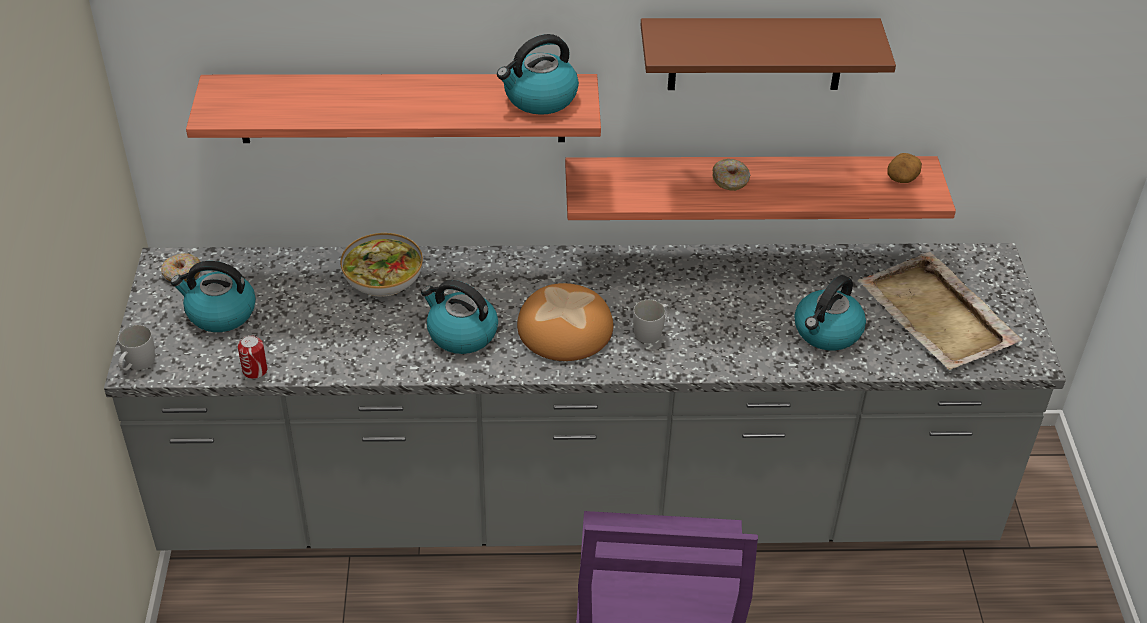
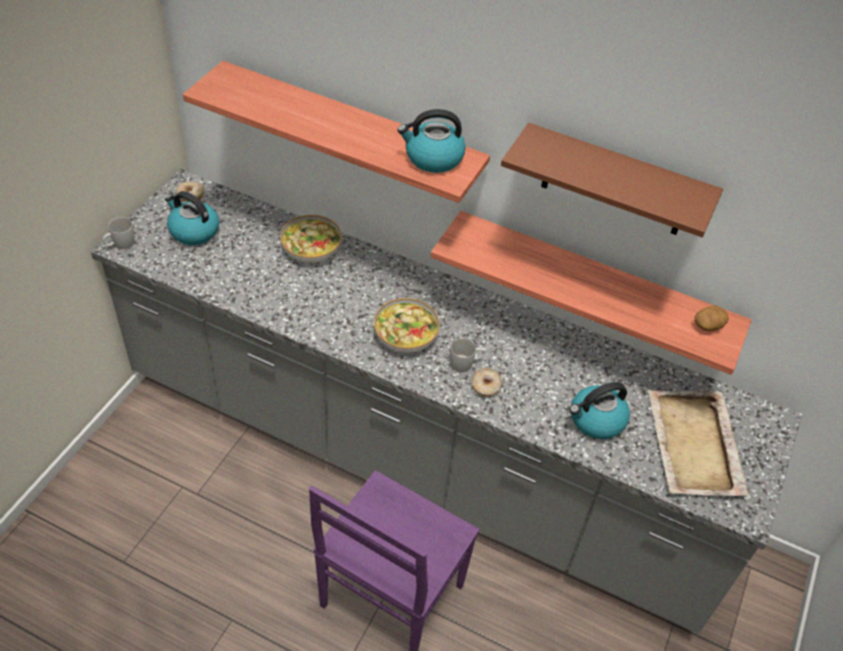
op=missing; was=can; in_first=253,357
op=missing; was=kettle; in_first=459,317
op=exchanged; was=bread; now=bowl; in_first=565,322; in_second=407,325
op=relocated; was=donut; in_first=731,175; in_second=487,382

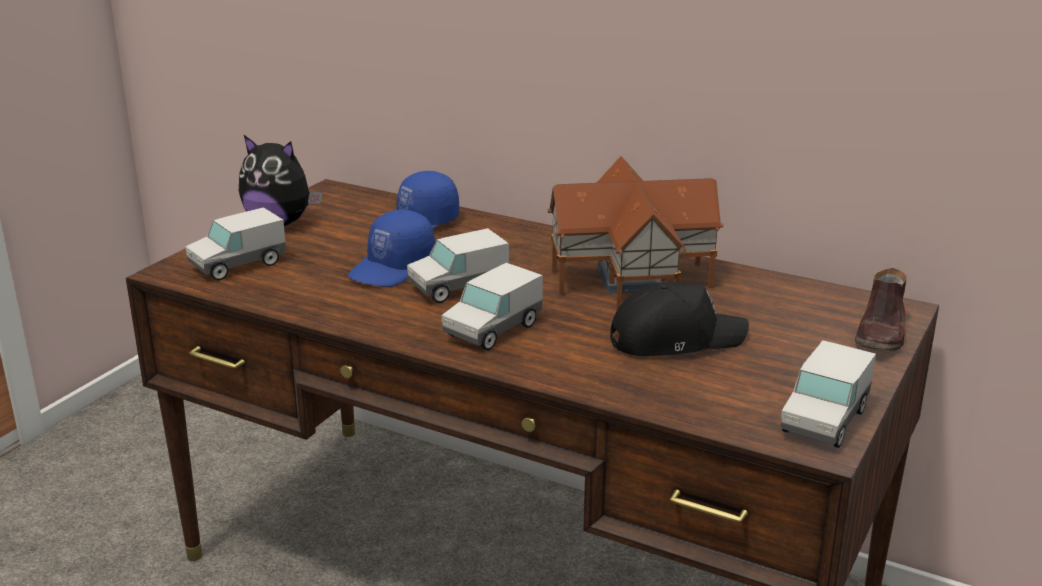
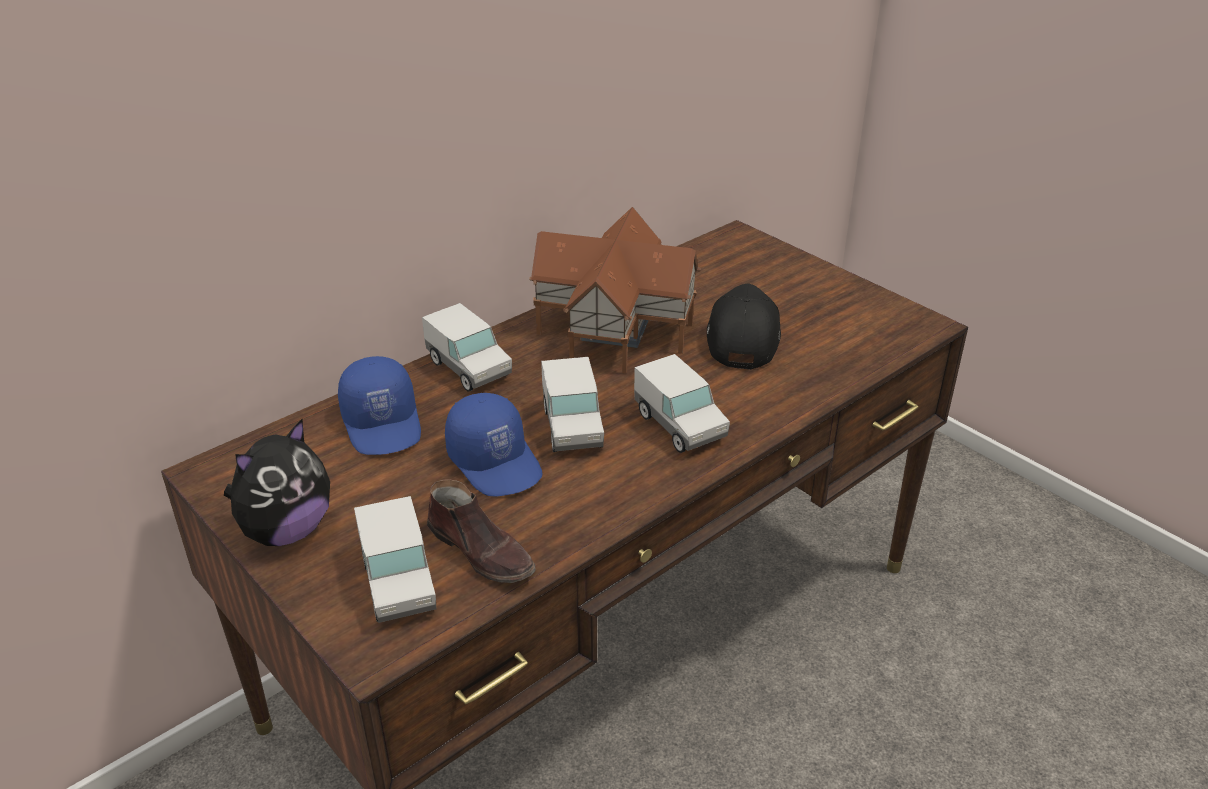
op=relocated; was=toy truck; in_first=828,394; in_second=467,347
op=relocated; was=shoe in brown; in_first=881,309; in_second=481,531

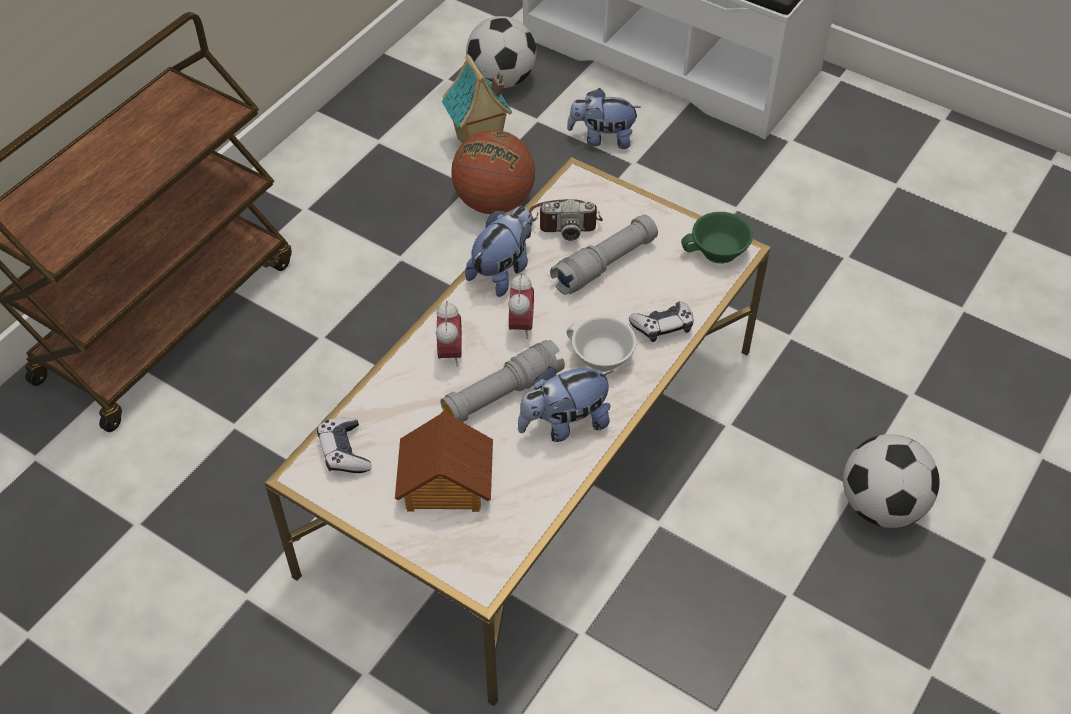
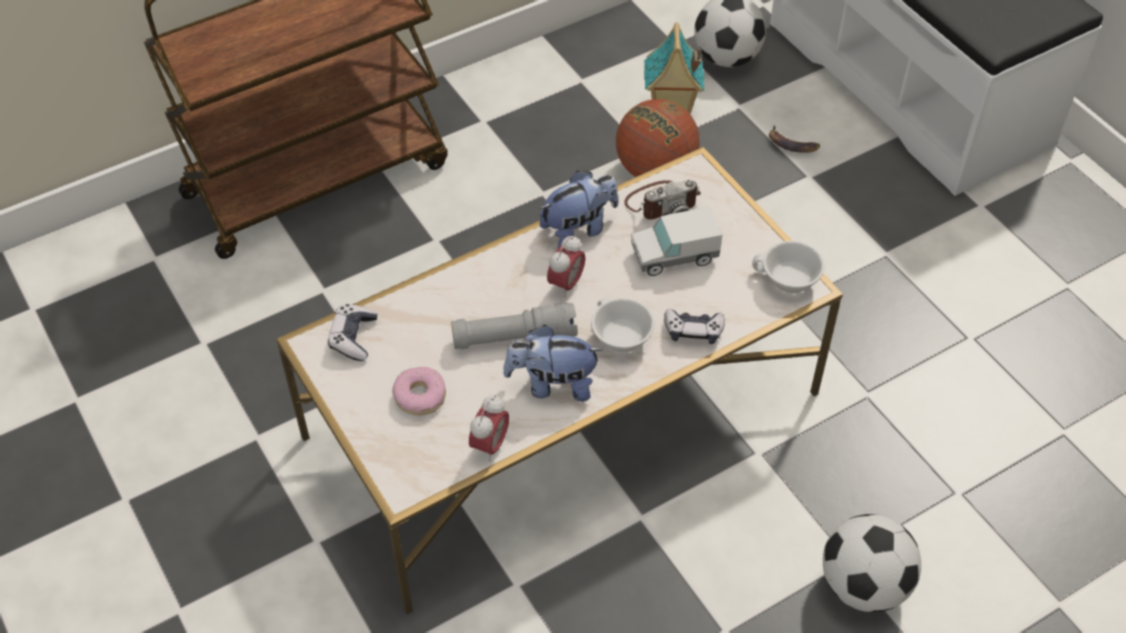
op=exchanged; was=toy house; now=donut; in_first=444,461; in_second=419,391
op=relocated; was=alarm clock; in_first=449,334; in_second=489,428
op=spun; was=photo camera; in_first=566,220; in_second=662,199; clockwise=-45
op=exchanged; was=flashlight in grey; now=toy truck; in_first=604,254; in_second=676,241
op=exchanged; was=plush toy; now=banana; in_first=604,118; in_second=794,139
op=colour; was=cup in green; now=cup in white; in_first=717,238; in_second=788,267

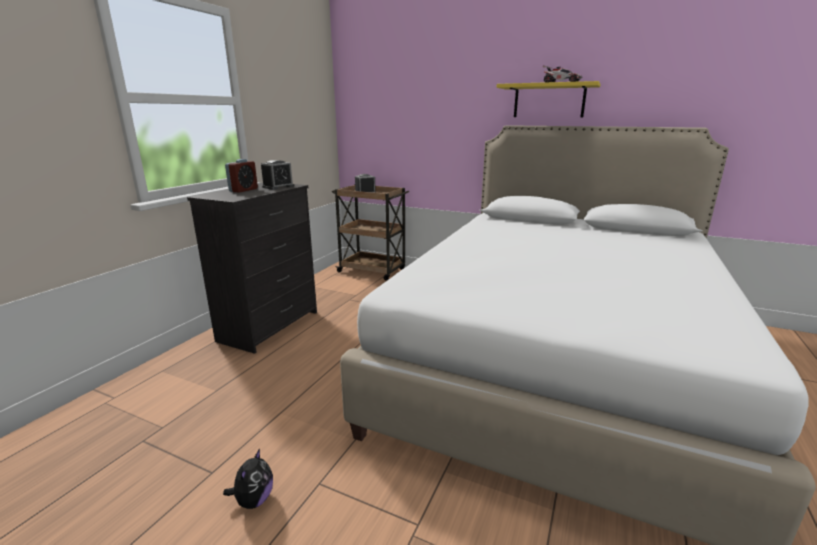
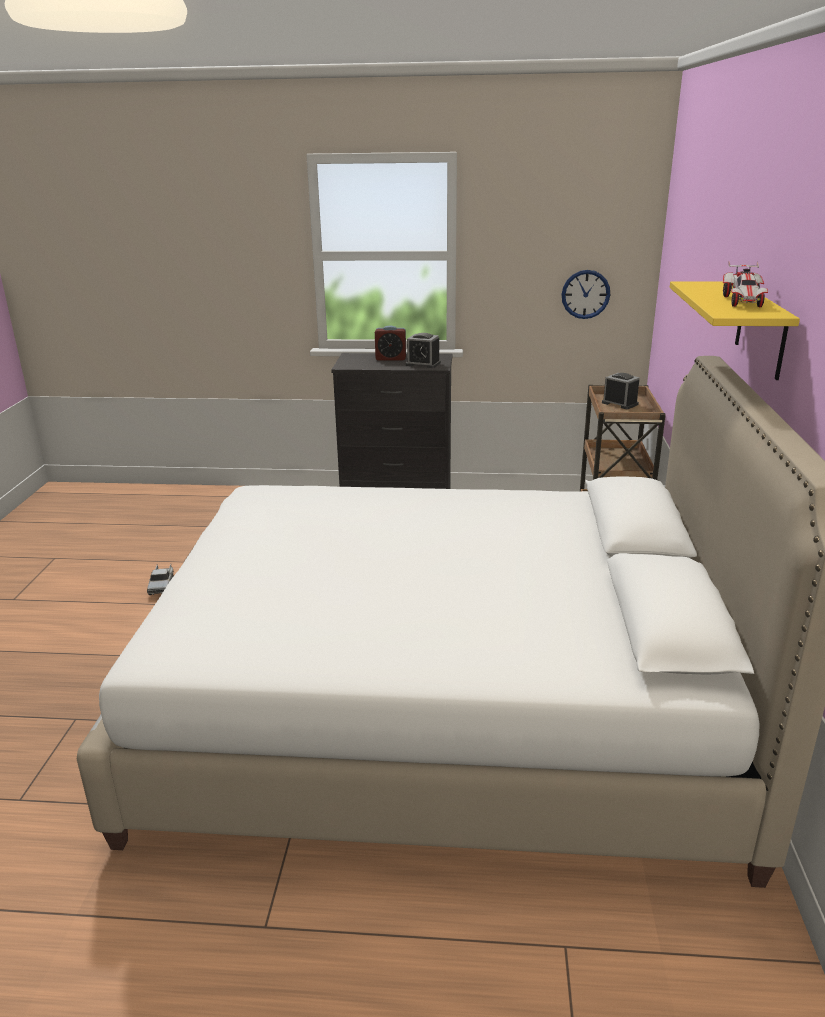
op=exchanged; was=plush toy; now=toy truck; in_first=248,478; in_second=160,579
op=appeared; now=wall clock; in_second=585,294

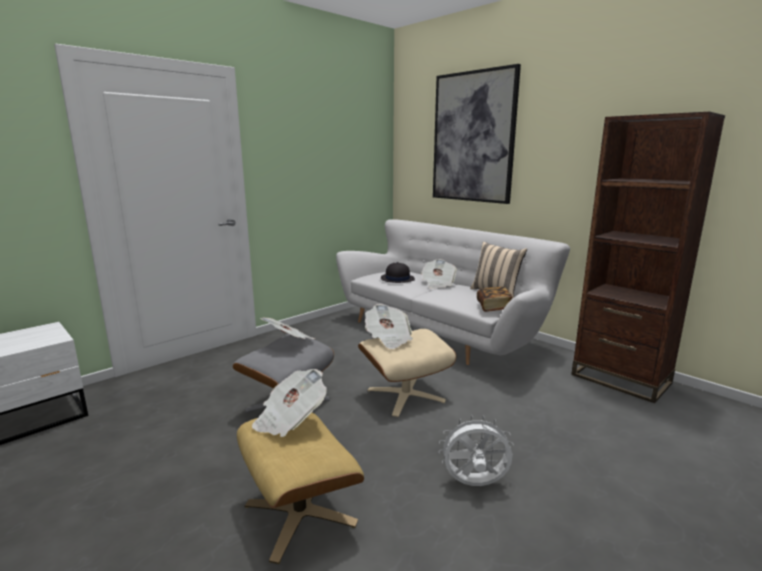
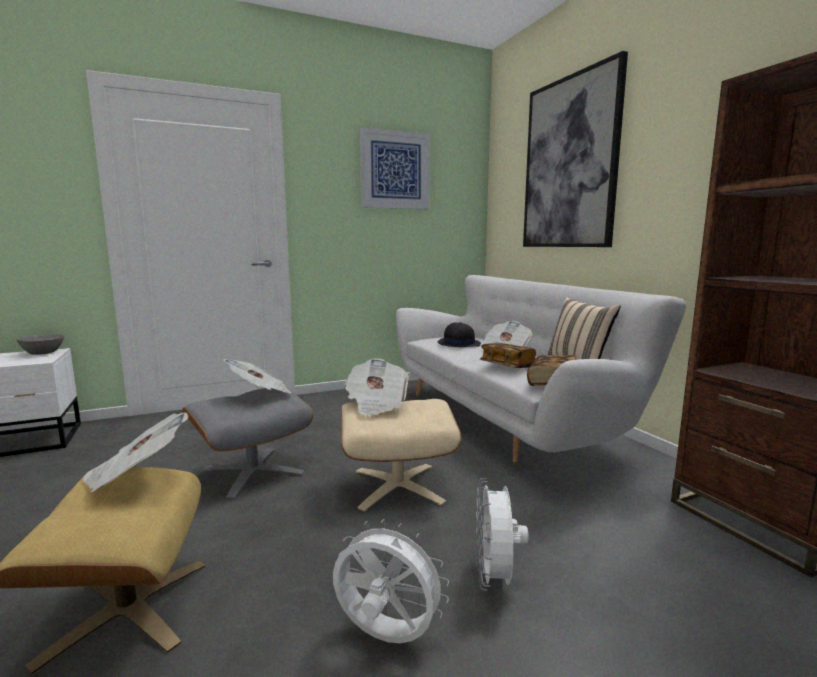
op=appeared; now=bowl in grey; in_second=40,344
op=appeared; now=picture; in_second=395,168
op=appeared; now=fan in white; in_second=502,534
op=appeared; now=book; in_second=508,355

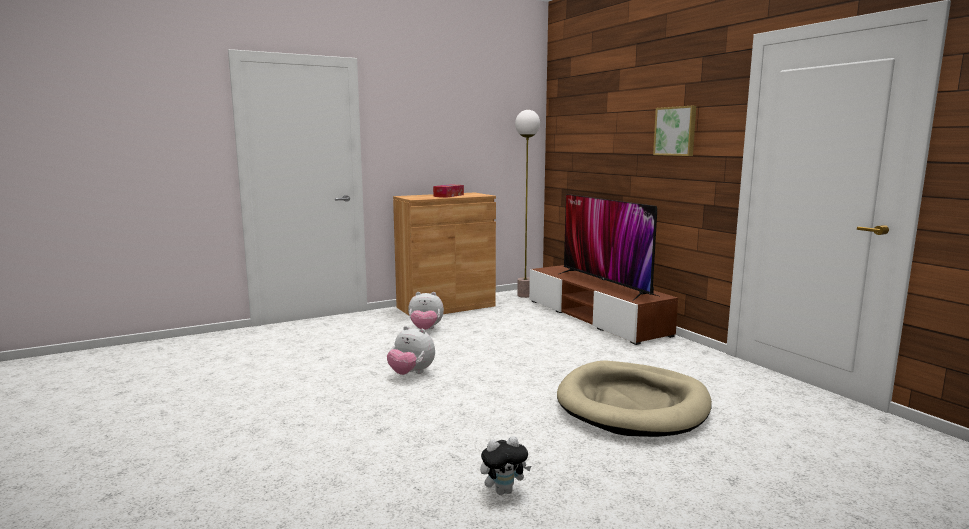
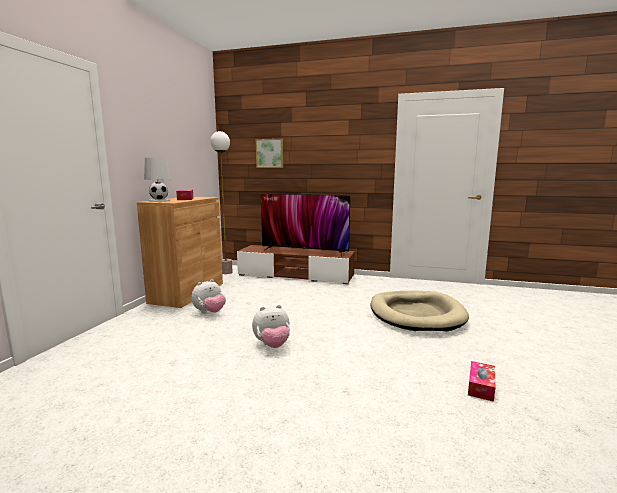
op=exchanged; was=plush toy; now=tissue box; in_first=505,465; in_second=481,381
op=relocated; was=picture; in_first=674,131; in_second=269,153
op=appeared; now=table lamp in white; in_second=157,180

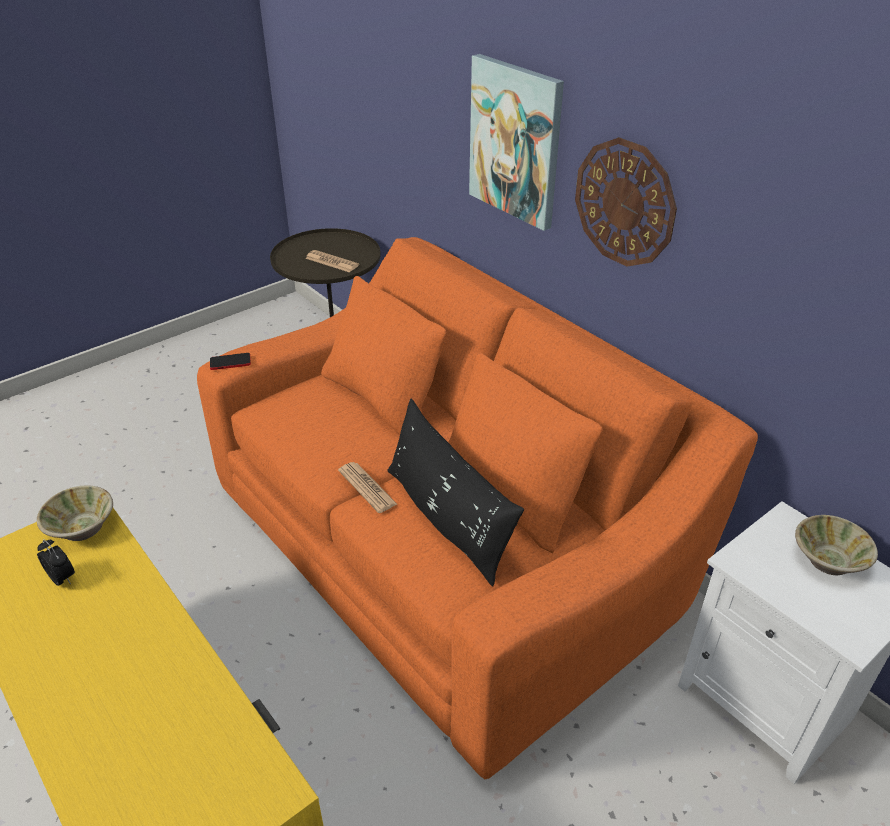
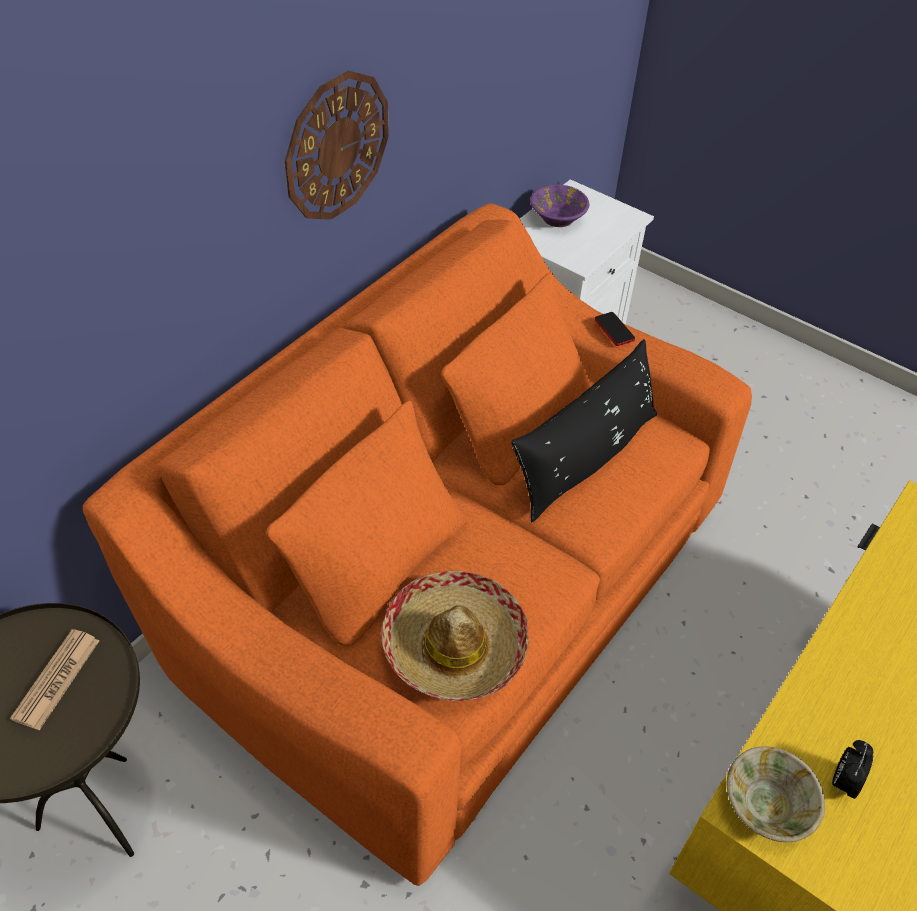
op=relocated; was=phone; in_first=230,361; in_second=614,329
op=missing; was=newspaper; in_first=367,487
op=missing; was=picture; in_first=516,142
op=colour; was=bowl in beige; now=bowl in purple; in_first=836,545; in_second=559,206
op=appeared; now=hat; in_second=455,636

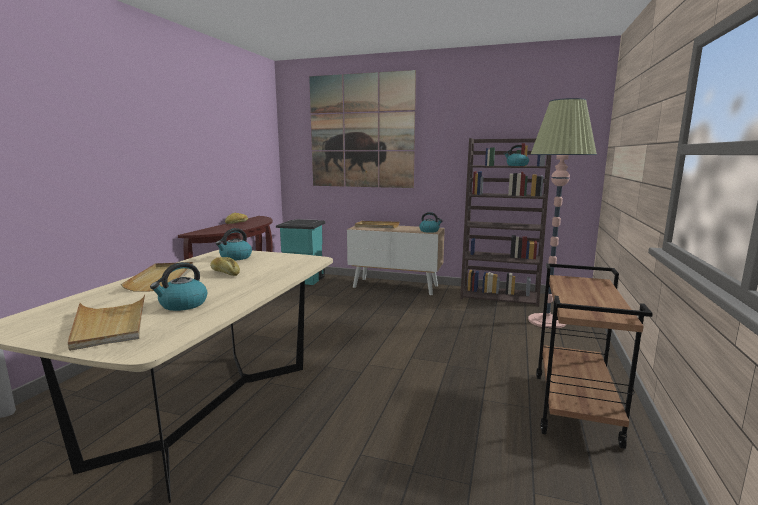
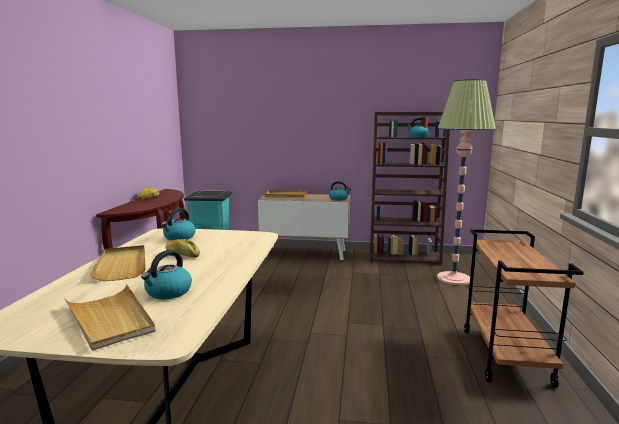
op=missing; was=picture; in_first=362,129

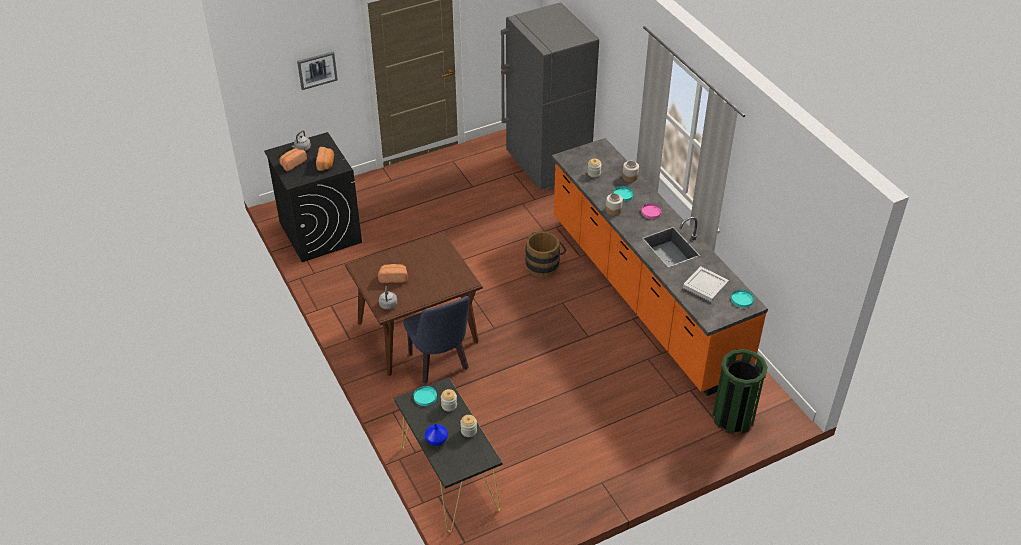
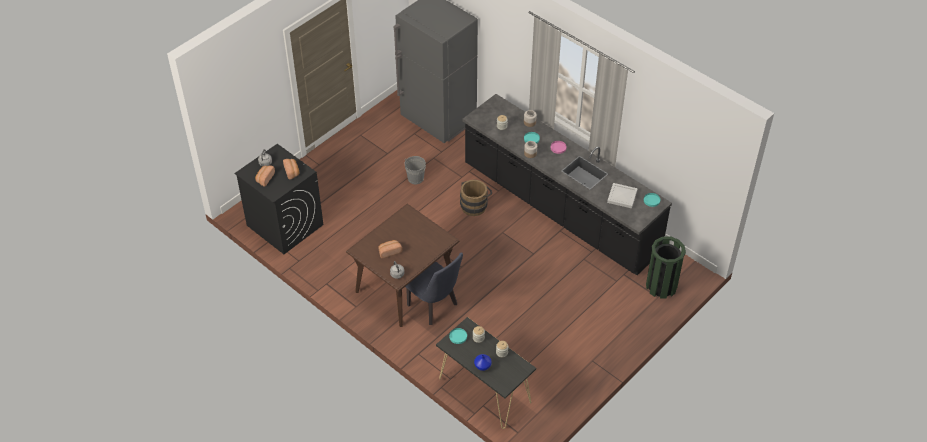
op=missing; was=picture; in_first=317,71
op=colour; was=counter in orange; now=counter in black; in_first=660,267; in_second=567,184
op=appeared; now=bucket in grey; in_second=415,170

